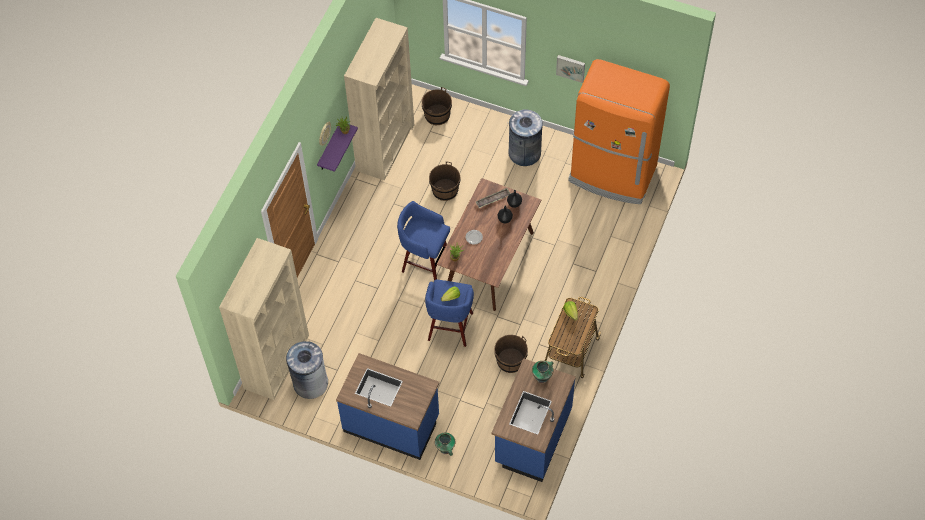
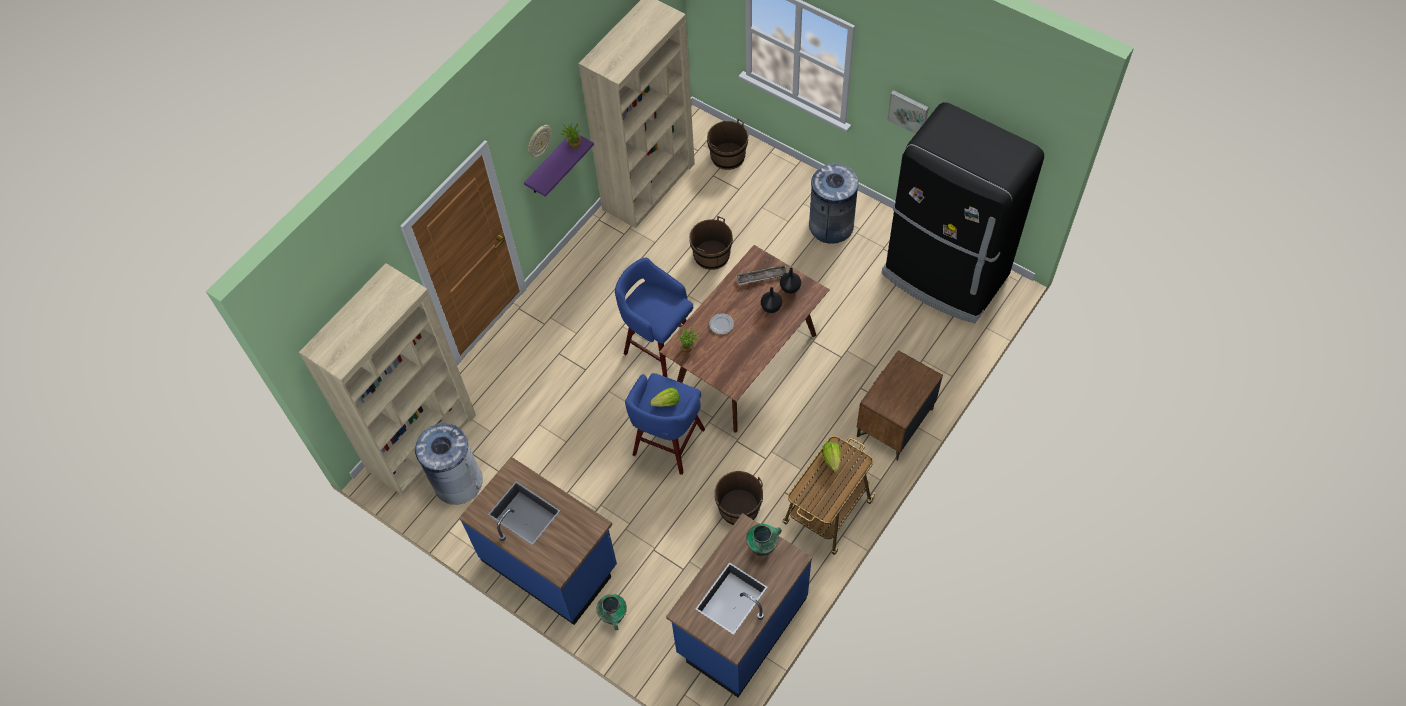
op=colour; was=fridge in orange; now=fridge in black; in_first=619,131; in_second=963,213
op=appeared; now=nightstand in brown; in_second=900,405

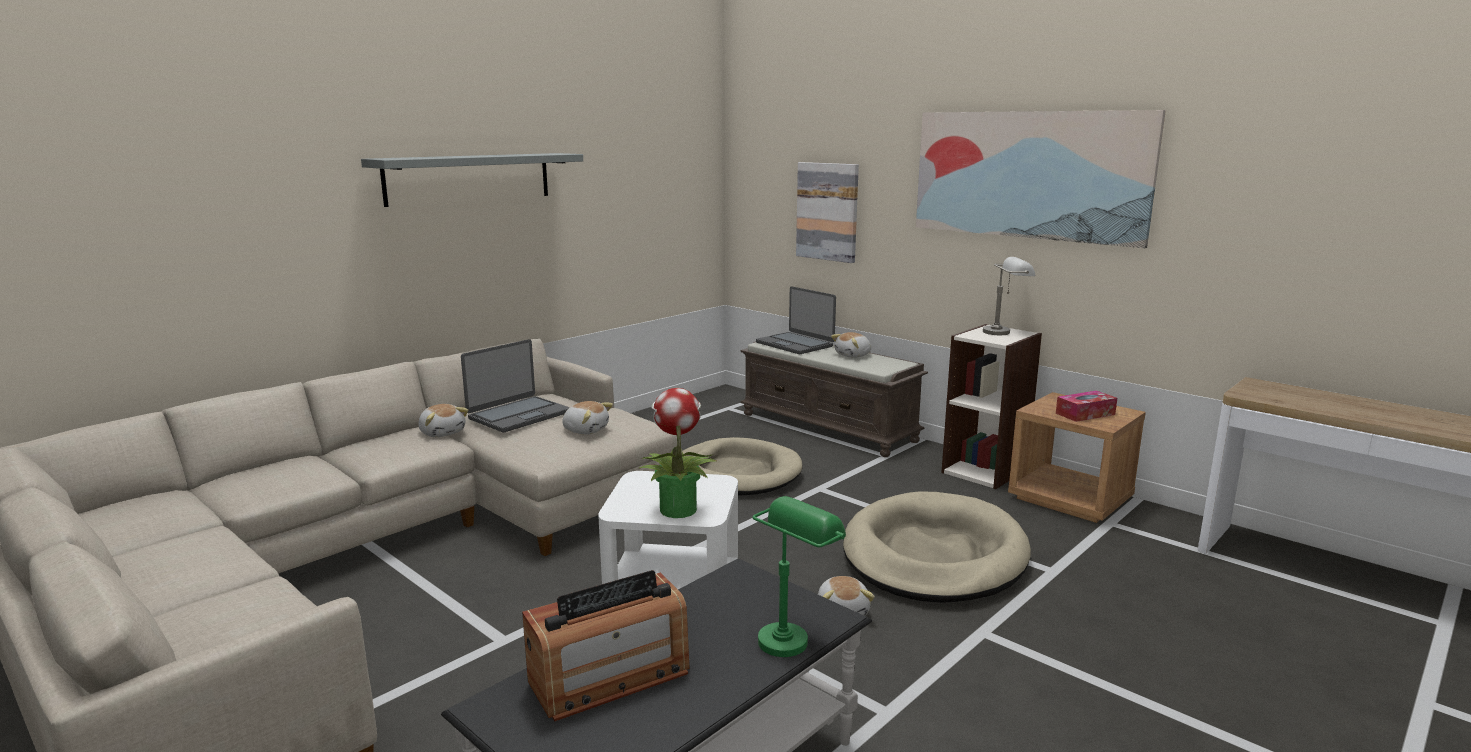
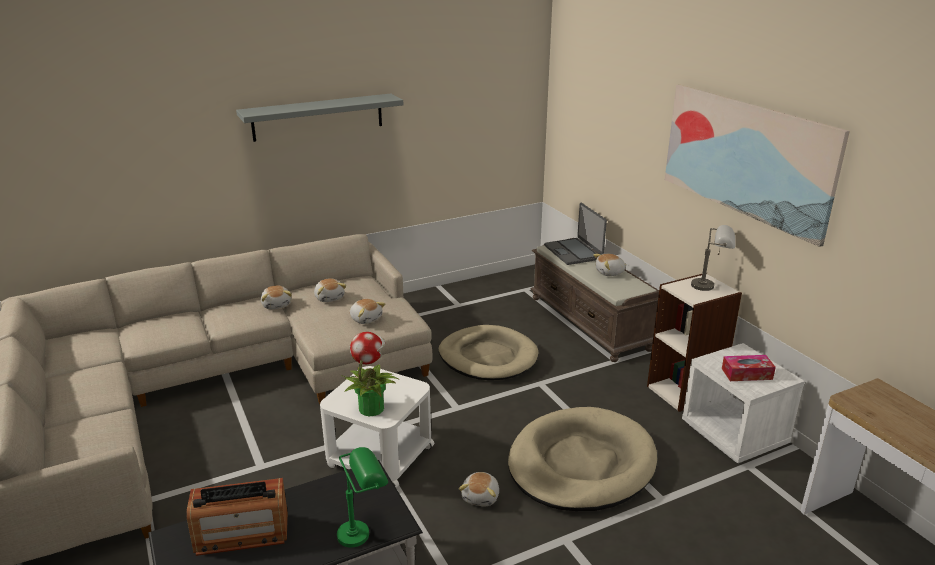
op=exchanged; was=laptop; now=plush toy; in_first=515,386; in_second=330,290
op=missing; was=picture; in_first=827,212
op=colour; was=nightstand in brown; now=nightstand in white; in_first=1077,457; in_second=743,403

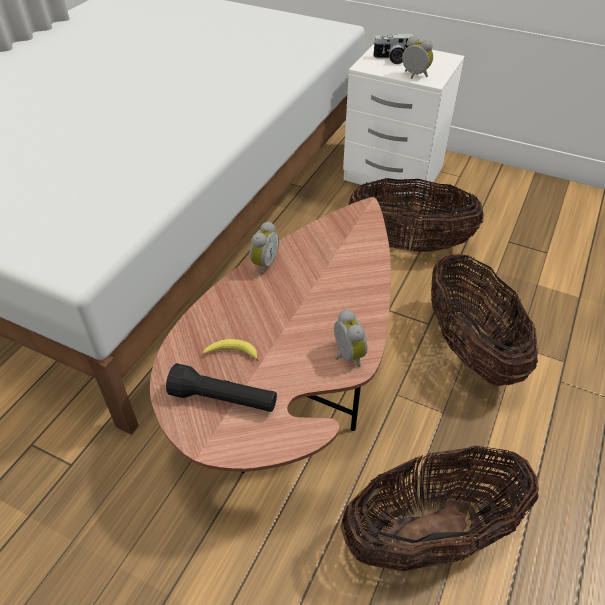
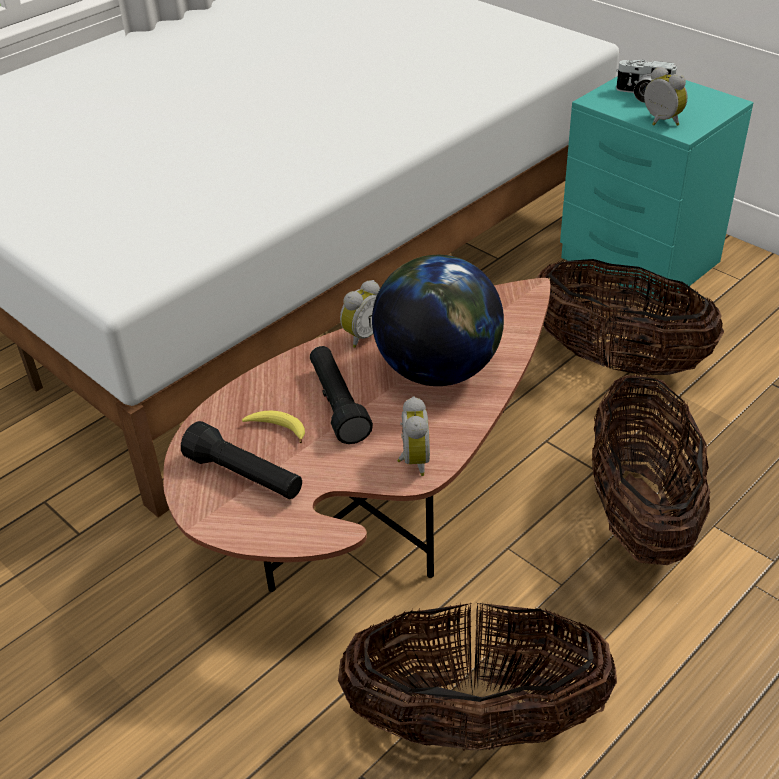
op=colour; was=nightstand in white; now=nightstand in turquoise; in_first=404,121; in_second=657,188
op=appeared; now=flashlight in black; in_second=341,395
op=appeared; now=globe; in_second=438,320

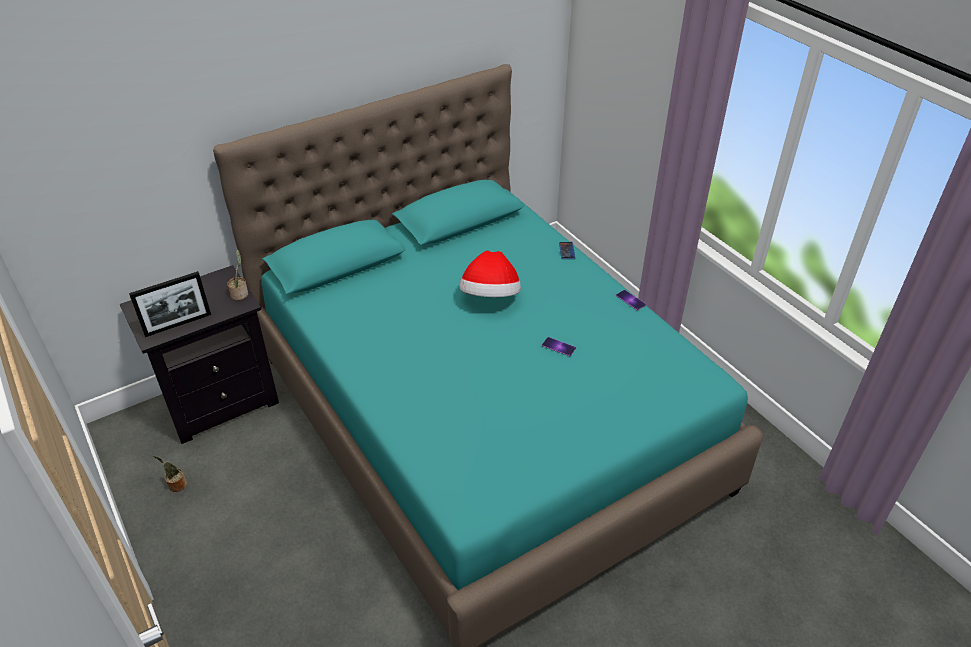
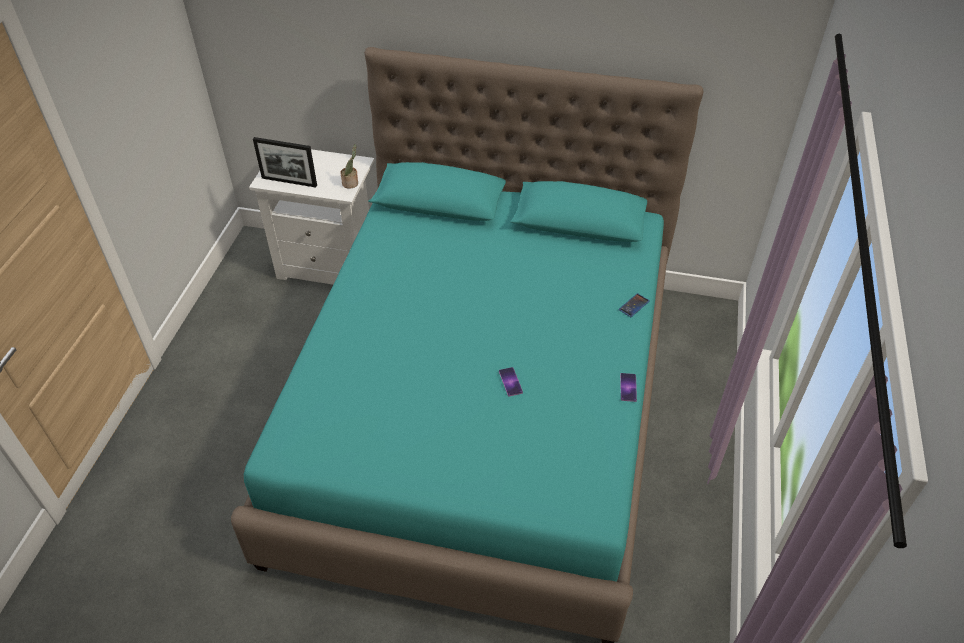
op=colour; was=nightstand in black; now=nightstand in white; in_first=199,354; in_second=312,217
op=missing; was=potted plant; in_first=170,474
op=missing; was=hat; in_first=490,274

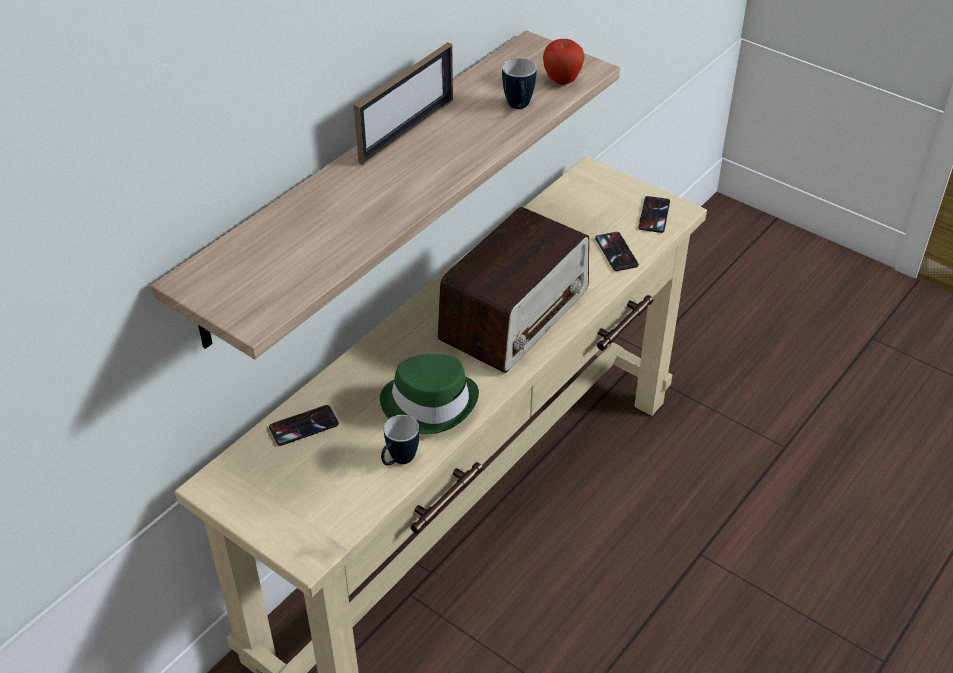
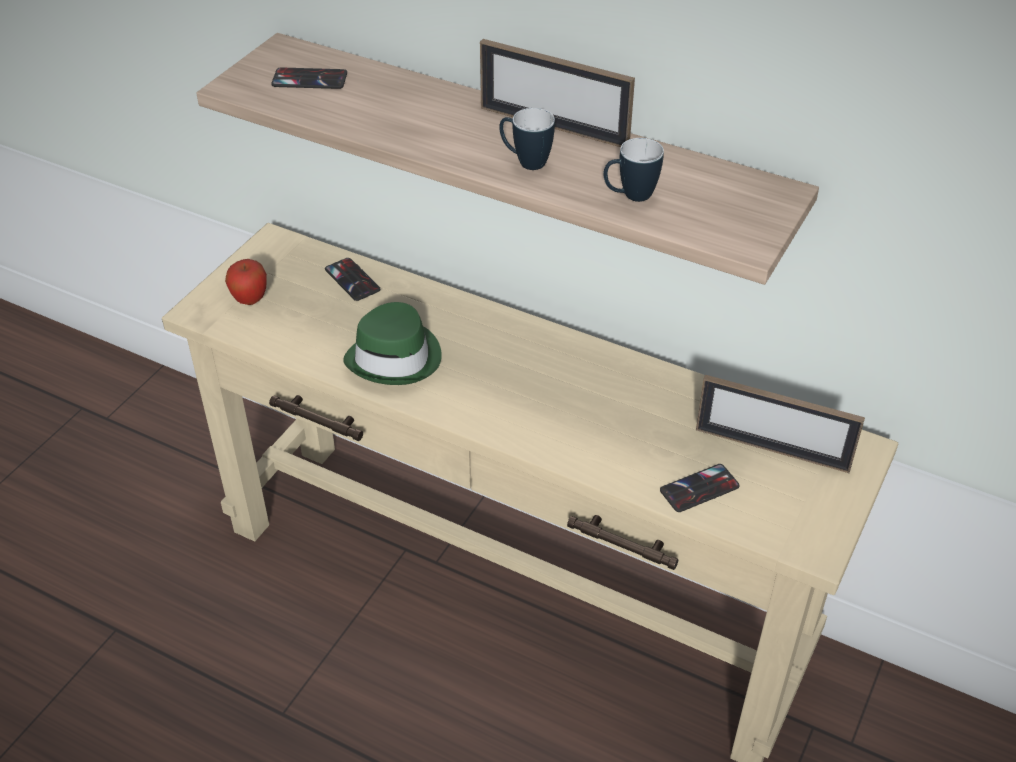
op=relocated; was=mug; in_first=400,440; in_second=527,139
op=missing; was=radio; in_first=513,290
op=relocated; was=apple; in_first=564,62; in_second=246,282
op=relocated; was=phone; in_first=654,214; in_second=309,78
op=appeared; now=picture frame; in_second=780,424

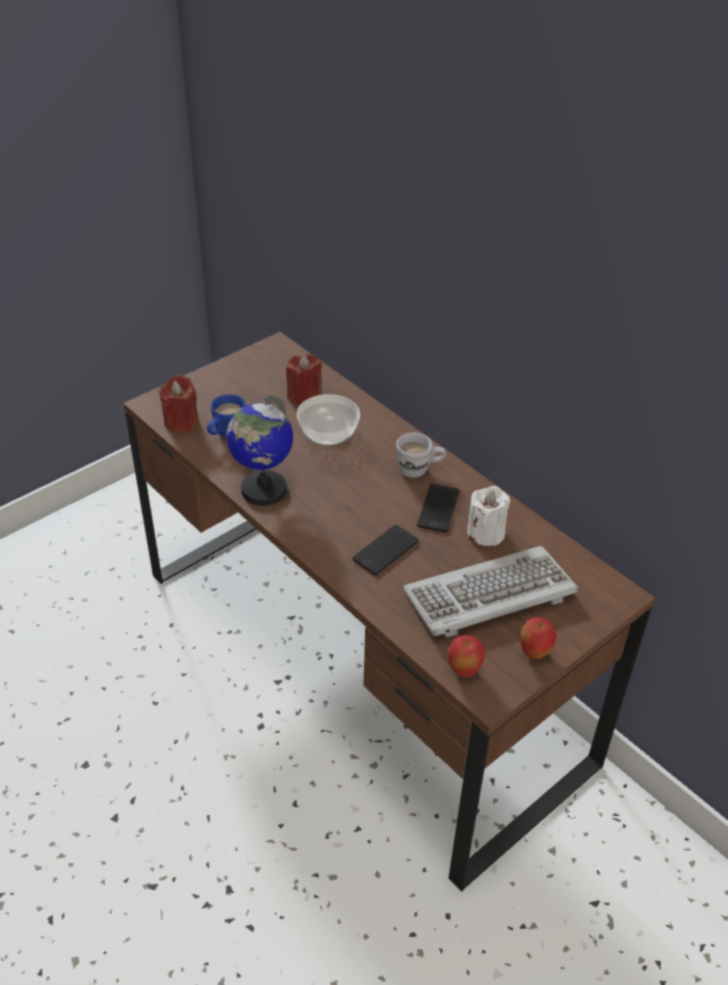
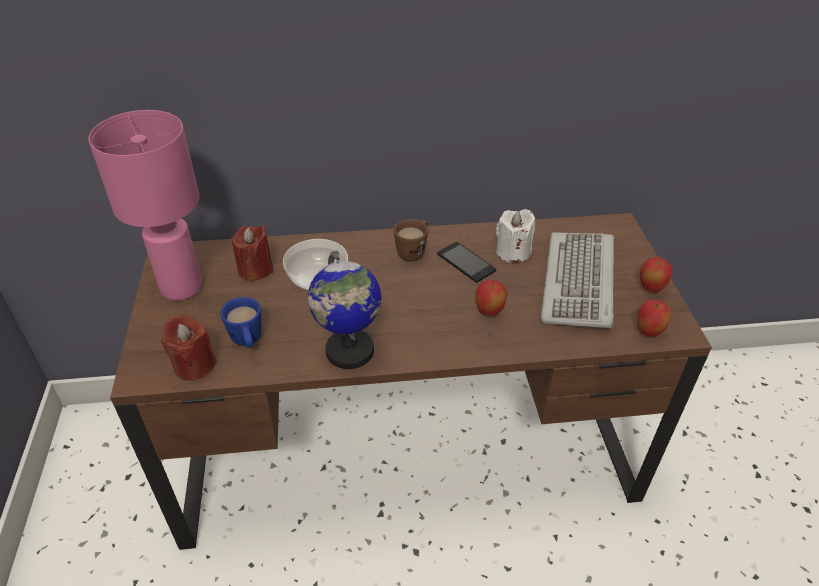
op=exchanged; was=phone; now=apple; in_first=385,550; in_second=491,298
op=colour; was=mug in white; now=mug in brown; in_first=421,455; in_second=411,240
op=appeared; now=table lamp in pink; in_second=145,205

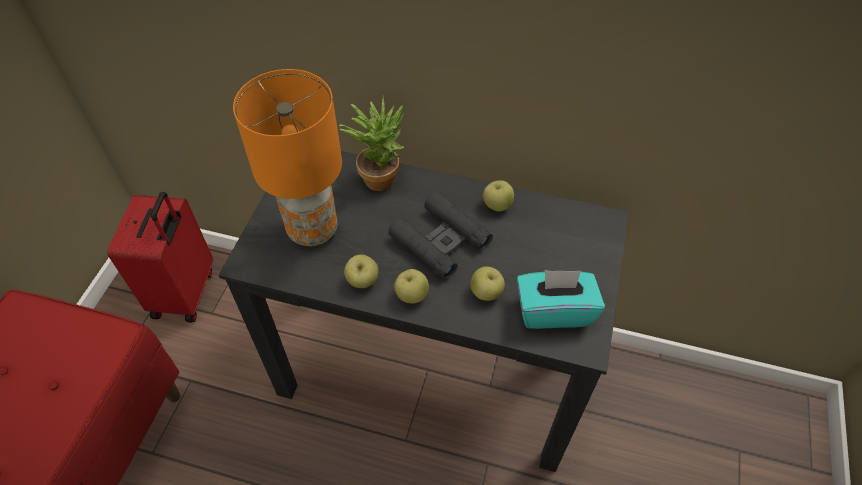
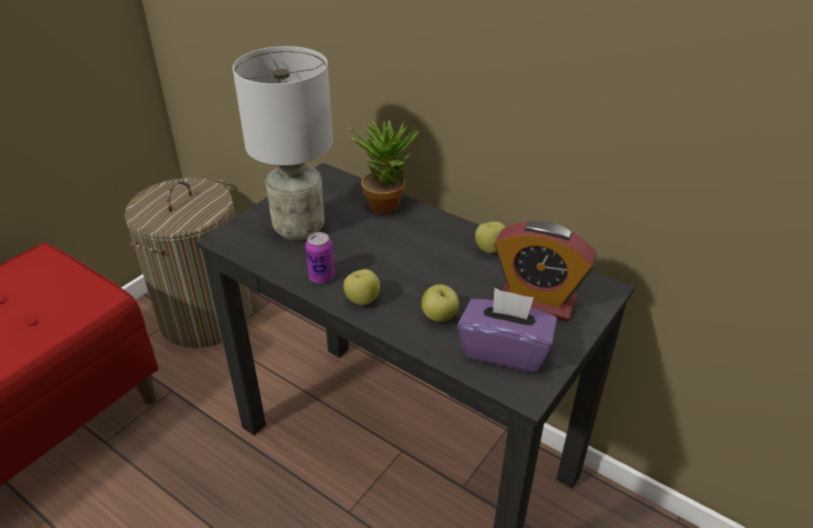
op=exchanged; was=suitcase in red; now=laundry basket; in_first=160,257; in_second=188,263
op=colour; was=table lamp in orange; now=table lamp in grey; in_first=287,157; in_second=283,143
op=exchanged; was=apple; now=can; in_first=361,271; in_second=319,257
op=missing; was=binoculars in black; in_first=440,235
op=colour; was=tissue box in turquoise; now=tissue box in purple; in_first=561,299; in_second=507,330
op=appeared; now=alarm clock; in_second=546,271

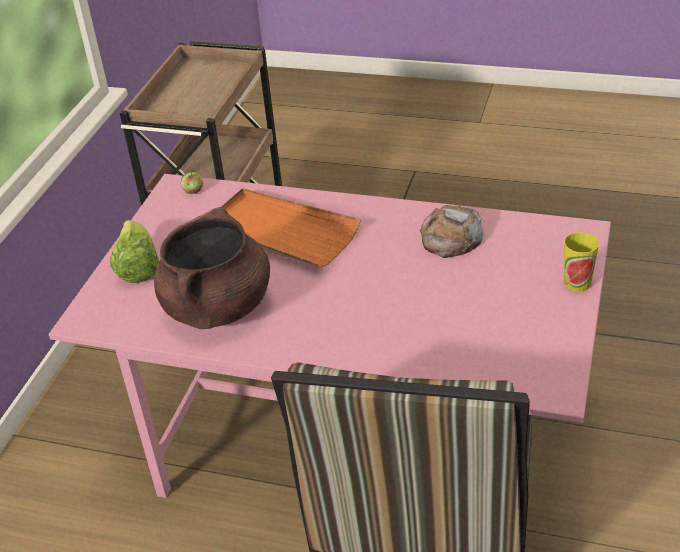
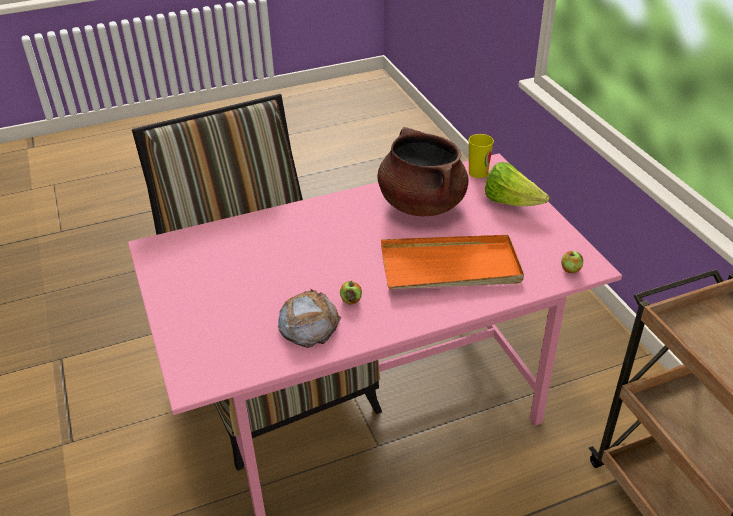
op=relocated; was=cup; in_first=581,262; in_second=481,156
op=appeared; now=apple; in_second=351,292

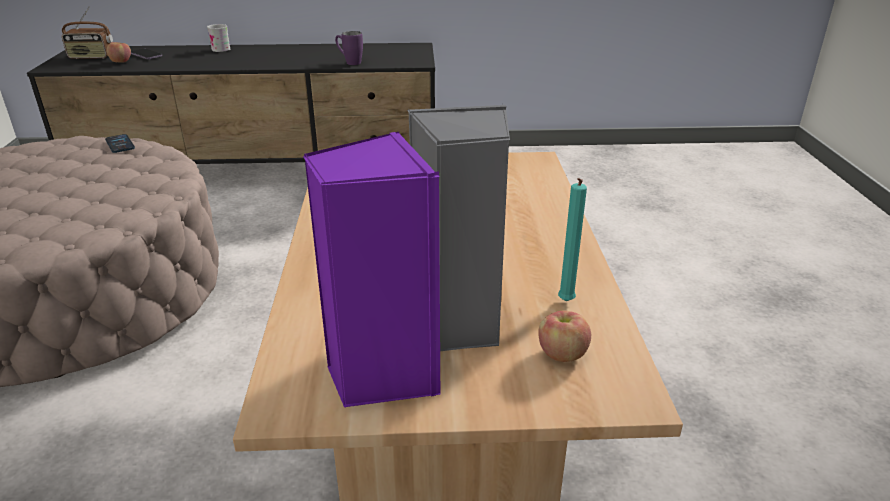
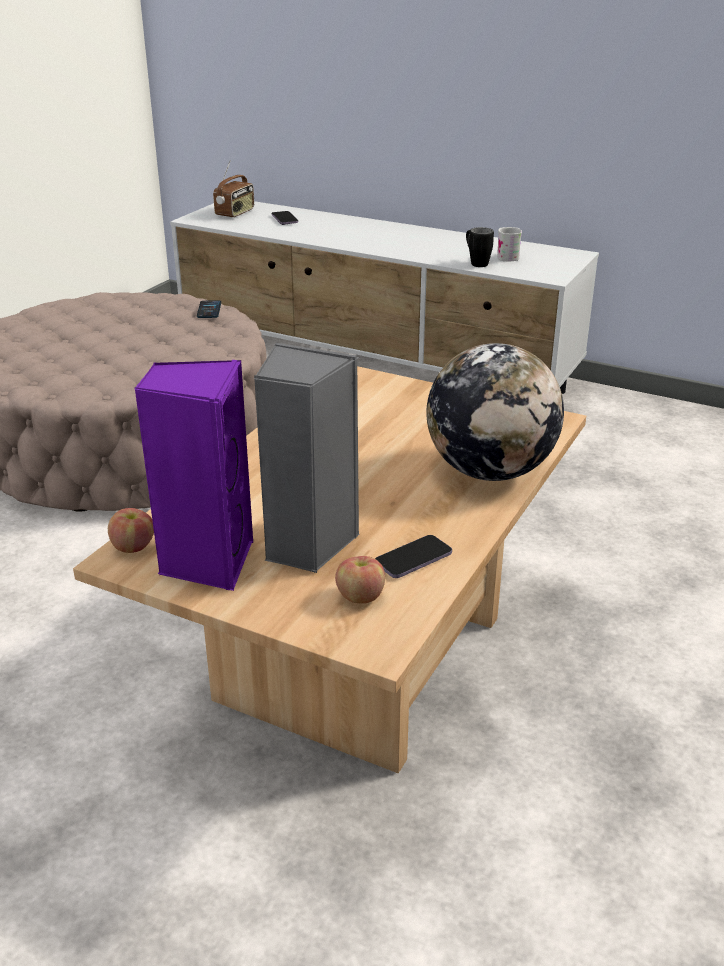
op=colour; was=tv stand in black; now=tv stand in white; in_first=231,103; in_second=384,297
op=spun; was=radio; in_first=87,32; in_second=233,189; clockwise=-90
op=relocated; was=apple; in_first=119,52; in_second=131,530
op=relocated; was=mug in white; in_first=218,38; in_second=509,244
op=colour; was=mug in purple; now=mug in black; in_first=349,48; in_second=480,247
op=exchanged; was=candle in turquoise; now=phone; in_first=572,239; in_second=413,556
op=appeared; now=globe; in_second=495,412

